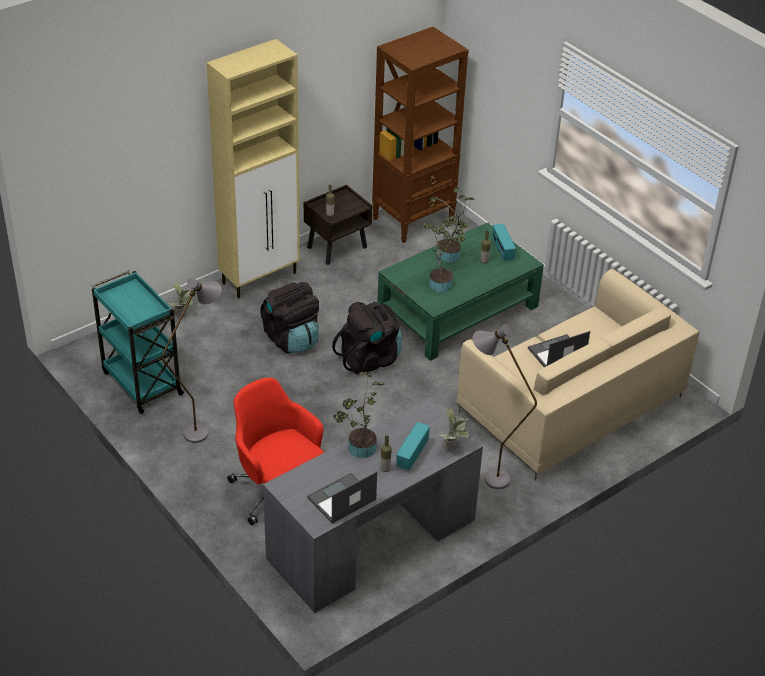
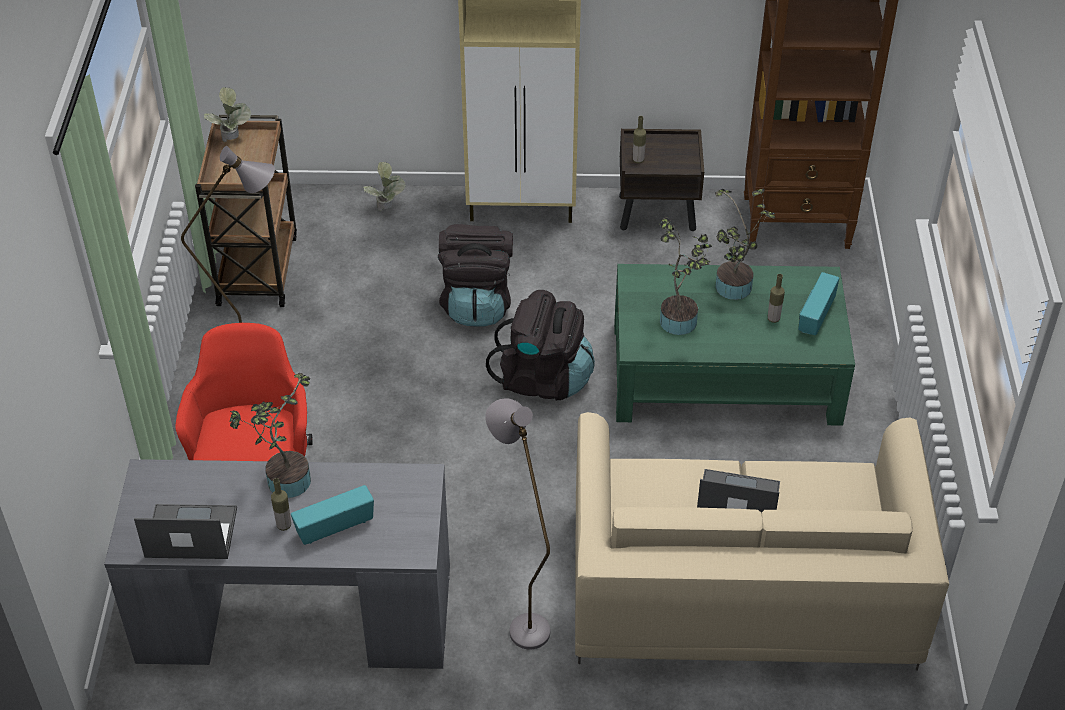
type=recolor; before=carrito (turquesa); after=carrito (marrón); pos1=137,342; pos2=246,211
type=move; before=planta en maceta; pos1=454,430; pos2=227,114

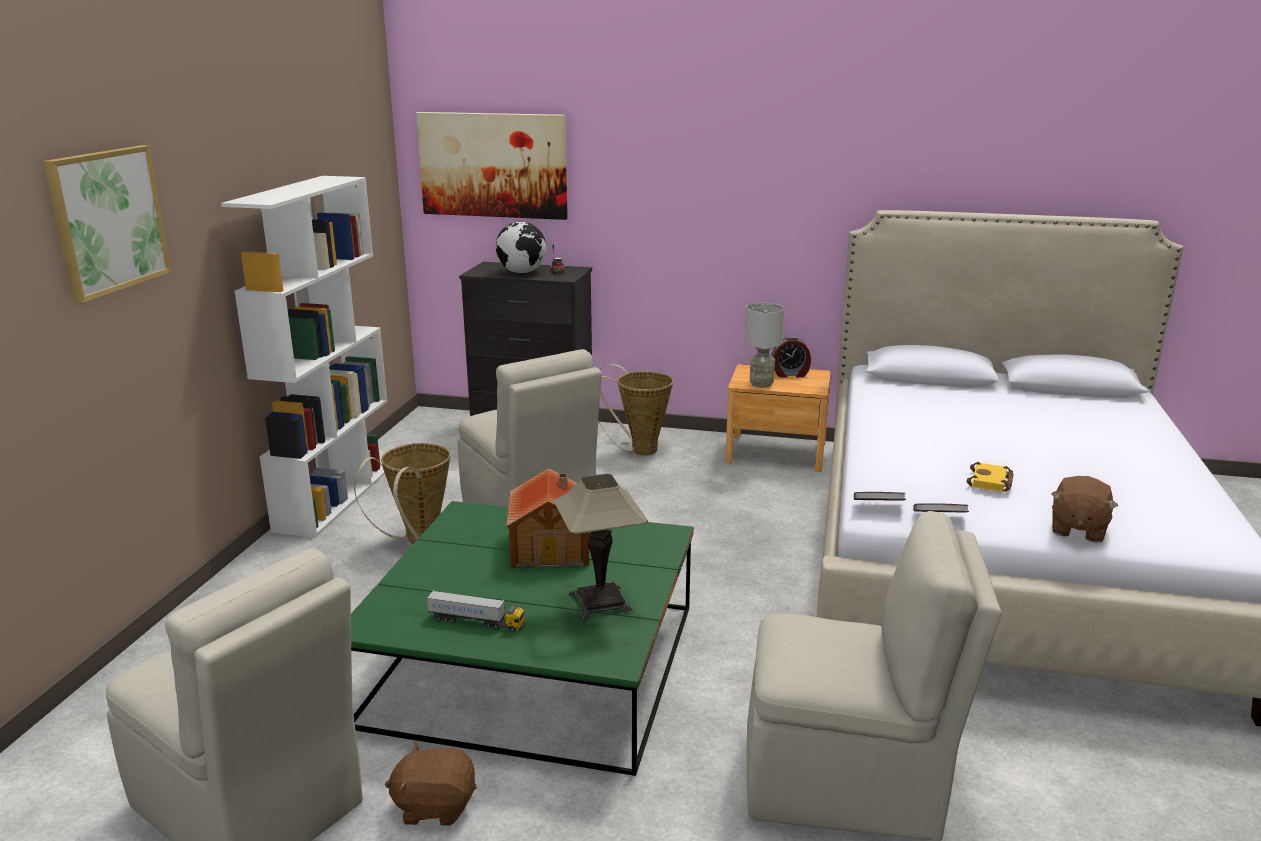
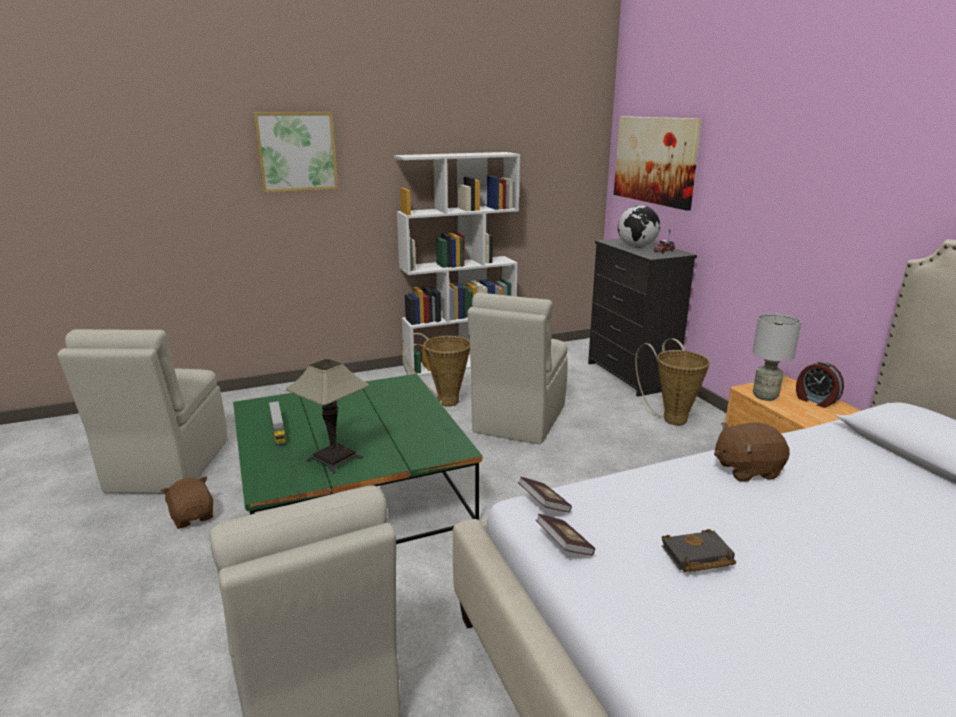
type=delete; before=casita; pos1=547,518
type=recolor; before=libro (amarillo); after=libro (negro); pos1=990,477; pos2=699,550
type=move; before=peluche (marrón); pos1=1084,509; pos2=752,452

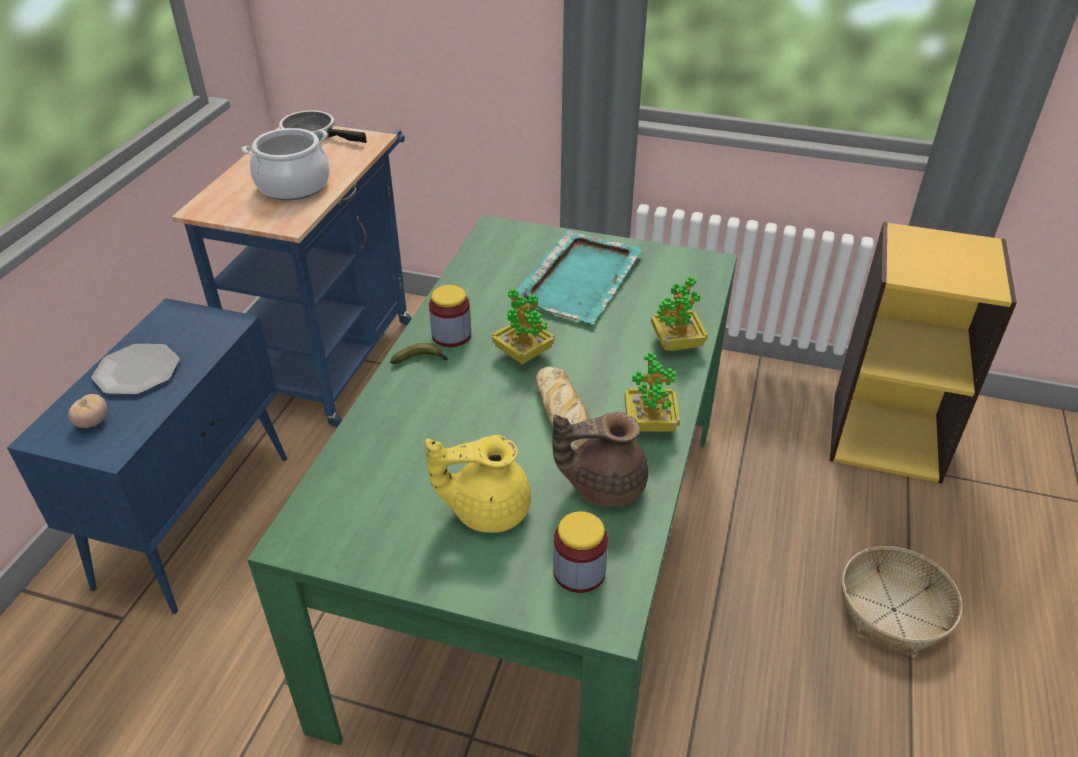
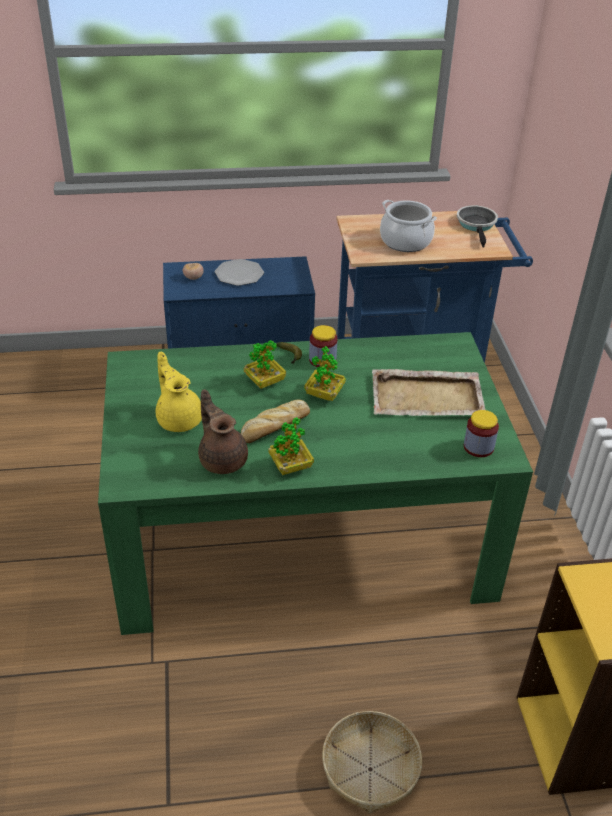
type=recolor; before=bandeja (turquesa); after=bandeja (beis); pos1=579,277; pos2=429,392
type=move; before=tarro; pos1=580,552; pos2=481,433
type=move; before=planta en maceta; pos1=679,314; pos2=265,364

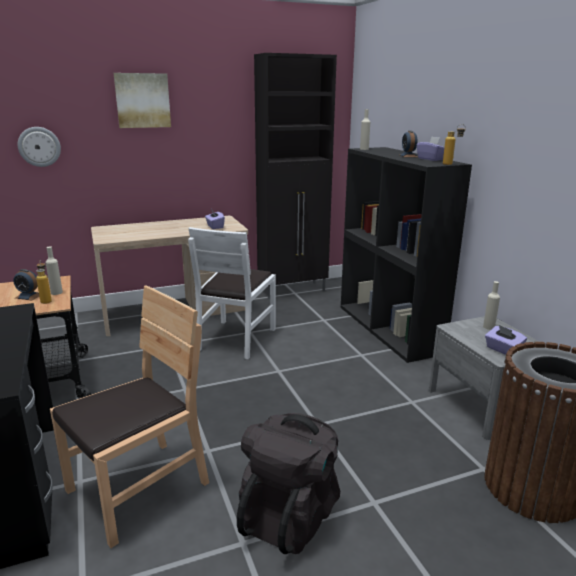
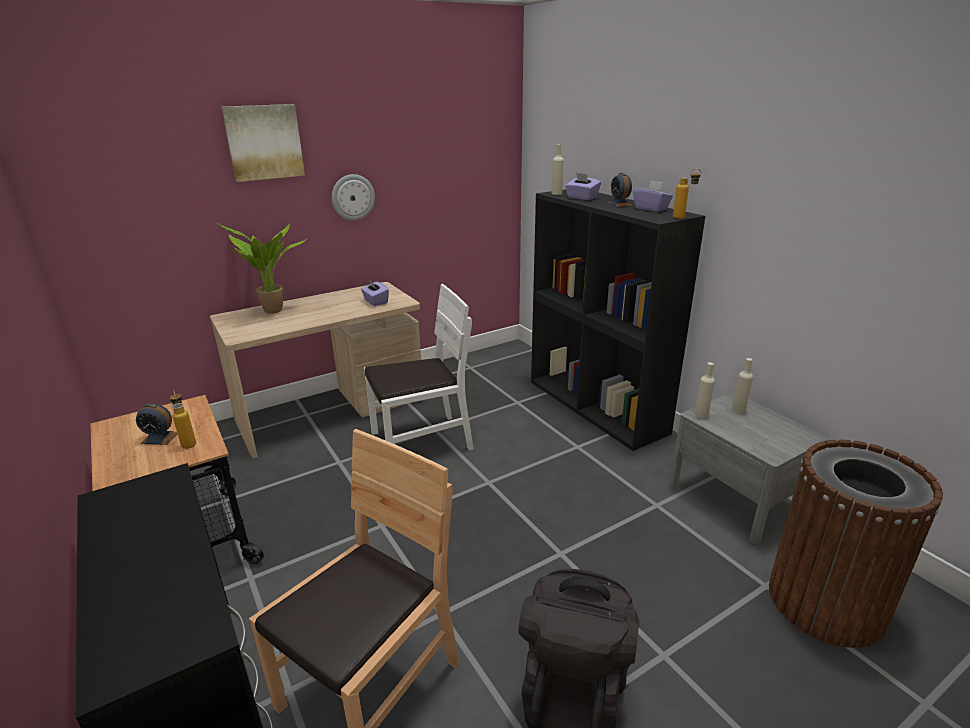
type=move; before=reloj de pared; pos1=39,147; pos2=353,197
type=move; before=botella (beis); pos1=54,271; pos2=705,390
type=rotate; before=silla (blanco); pos1=232,293; pos2=419,367; turn=-120
type=delete; before=armario (negro); pos1=295,176
type=move; before=caja de pañuelos (morado); pos1=506,340; pos2=583,186
type=insert; after=planta en maceta; pos2=262,268

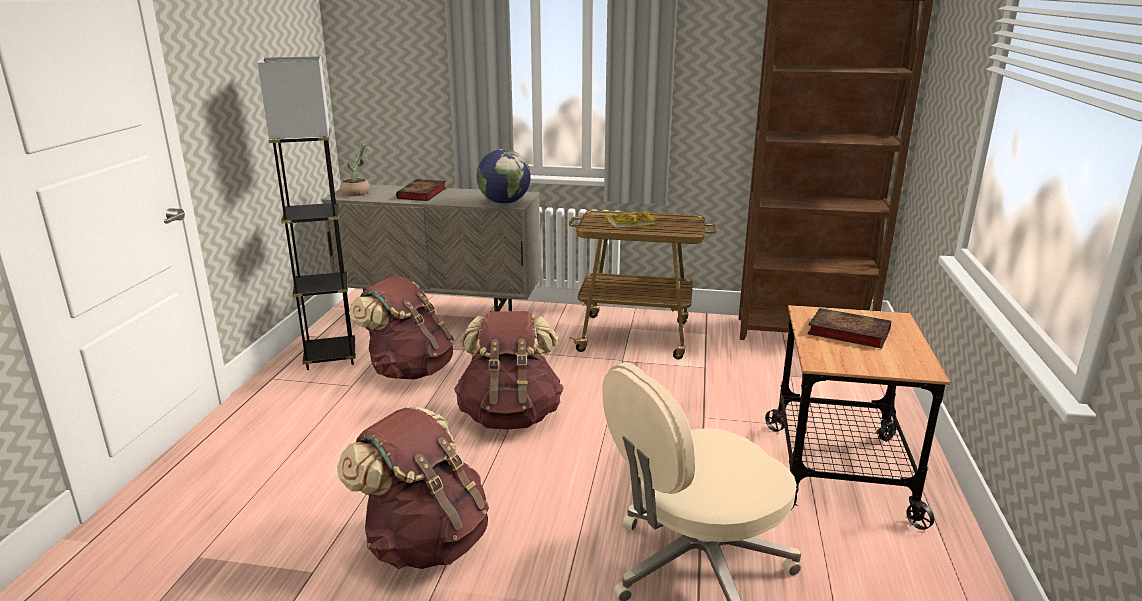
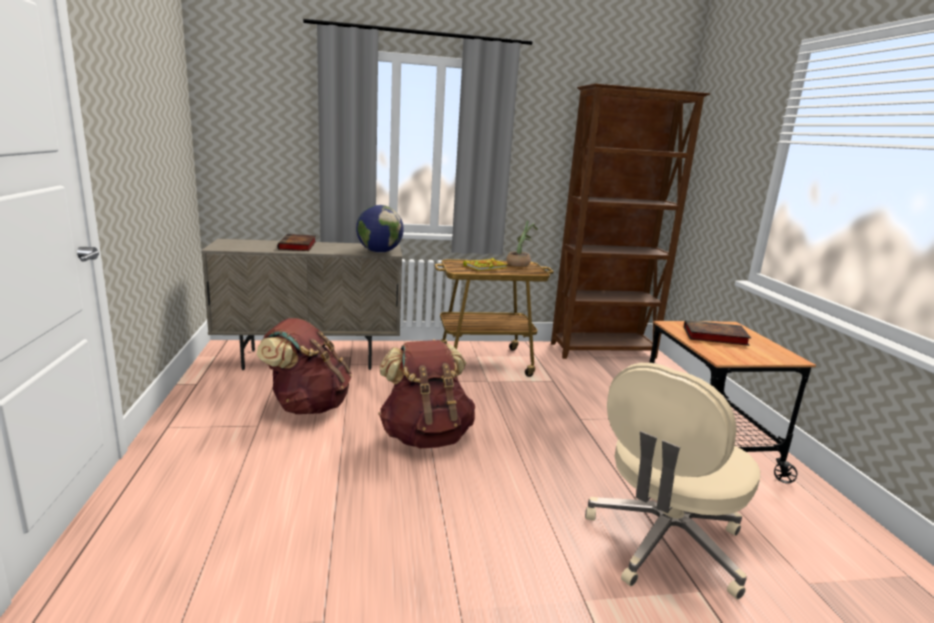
type=delete; before=lámpara de pie (gris); pos1=306,213
type=delete; before=mochila (marrón); pos1=413,488
type=move; before=planta en maceta; pos1=356,168; pos2=522,244

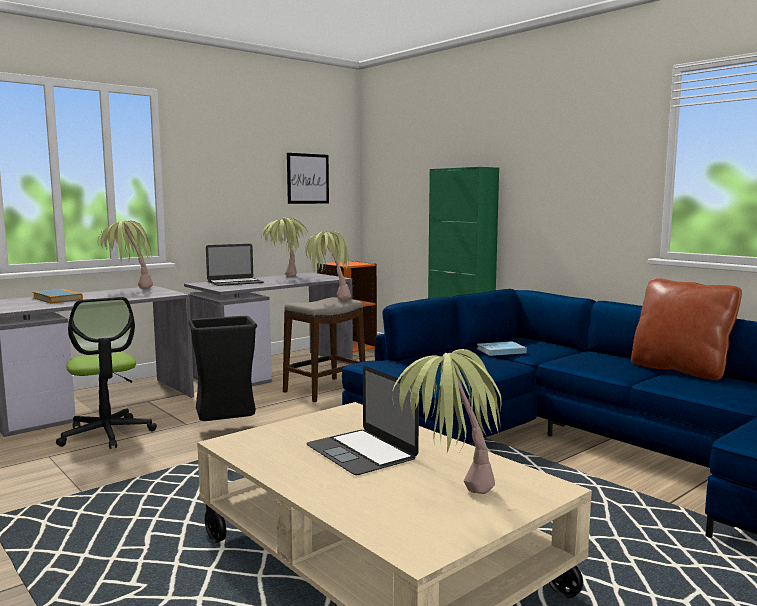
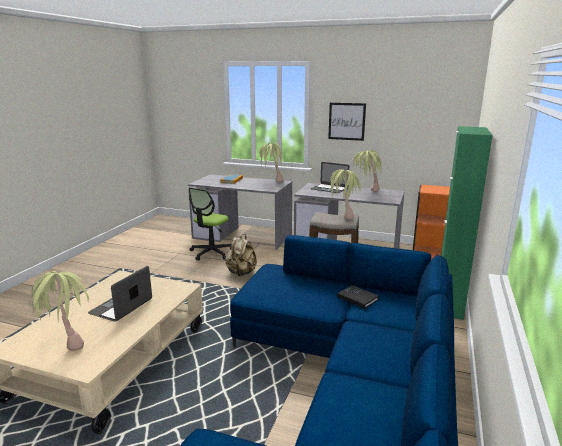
type=replace; before=papelera (negro); after=mochila (beis); pos1=222,368; pos2=241,255
type=move; before=cuadro; pos1=308,178; pos2=347,122
type=recolor; before=libro (azul); after=libro (negro); pos1=502,348; pos2=358,297
type=delete; before=cojín (marrón); pos1=686,329

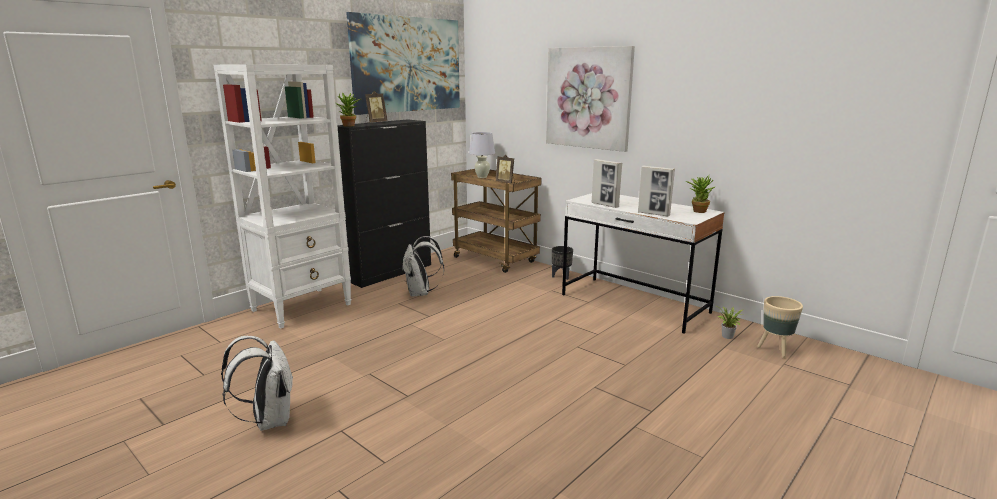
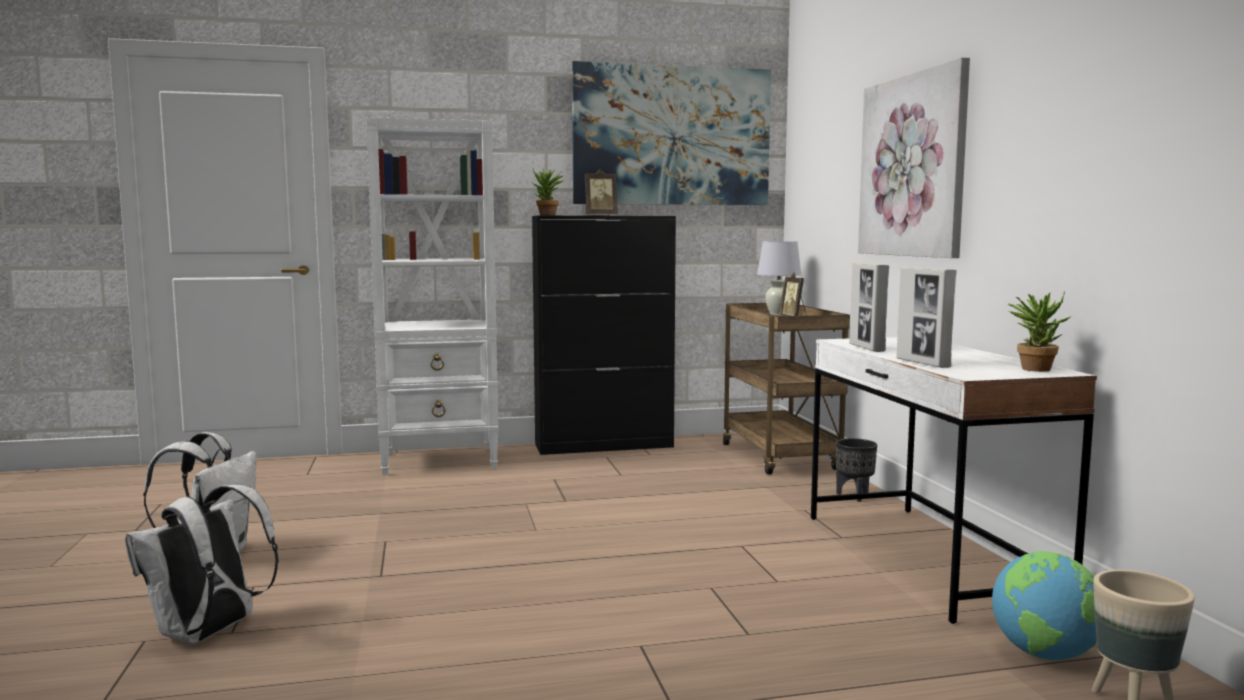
type=move; before=mochila (blanco); pos1=423,266; pos2=202,564
type=replace; before=planta en maceta; after=globo terráqueo; pos1=730,322; pos2=1044,605

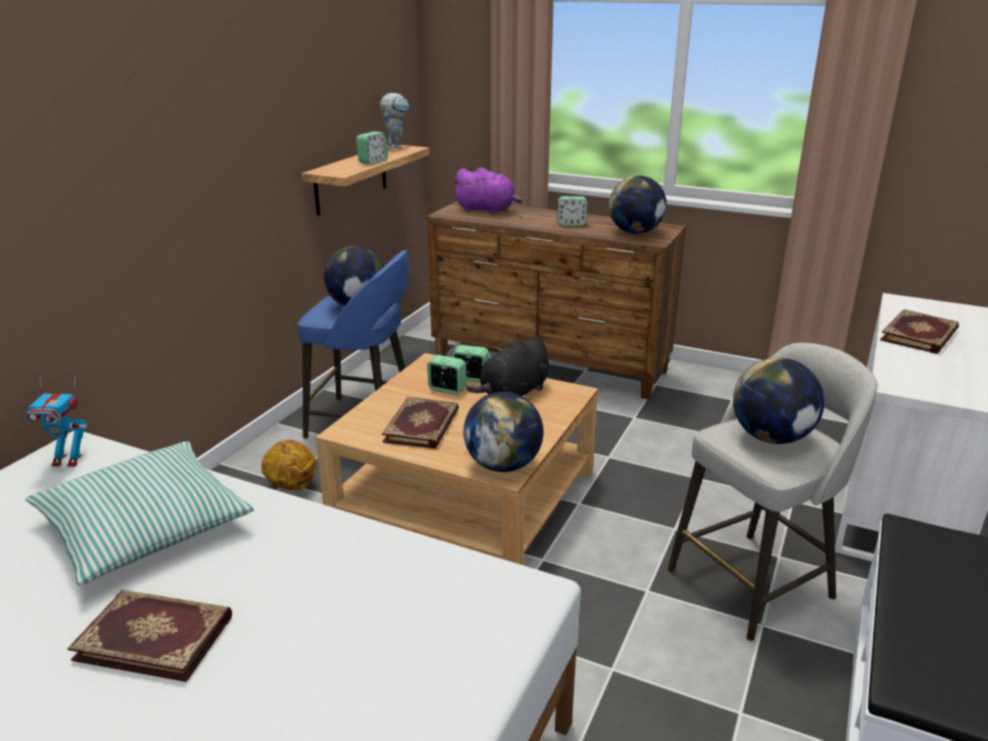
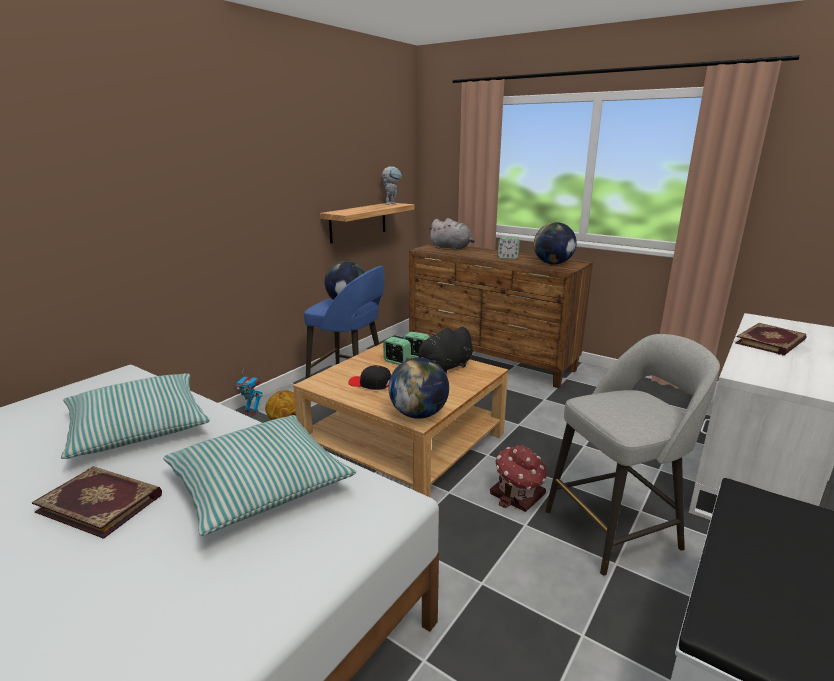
type=move; before=robot de juguete; pos1=56,422; pos2=249,392
type=delete; before=despertador; pos1=372,148
type=replace; before=libro; after=gorra (negro); pos1=420,423; pos2=369,377
type=recolor; before=peluche (morado); after=peluche (gris); pos1=487,190; pos2=451,234
type=delete; before=globo terráqueo; pos1=778,400
type=insert; after=cojín; pos2=259,475
type=insert; after=casita; pos2=518,478

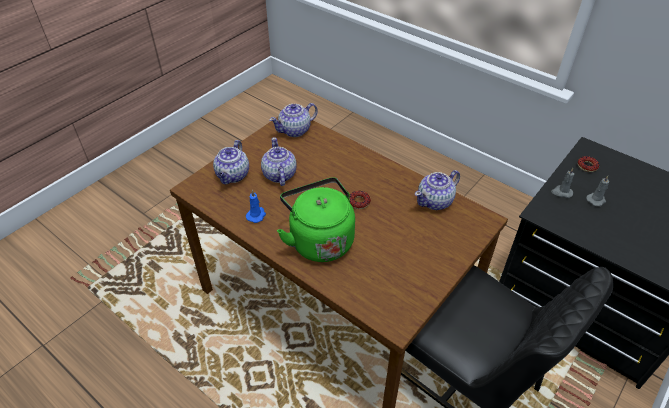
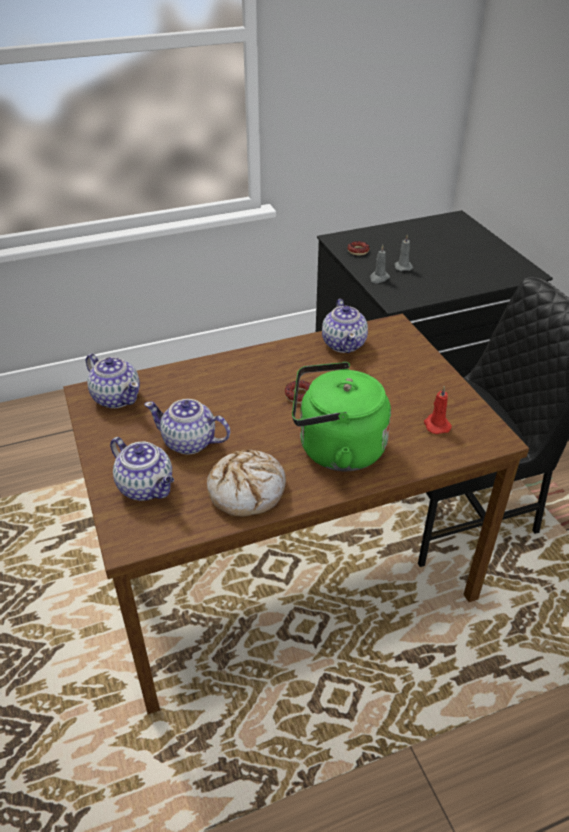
type=replace; before=vela (azul); after=pan; pos1=256,206; pos2=246,483
type=rotate; before=tetera; pos1=293,120; pos2=113,381; turn=-45
type=insert; after=vela (rojo); pos2=438,410

